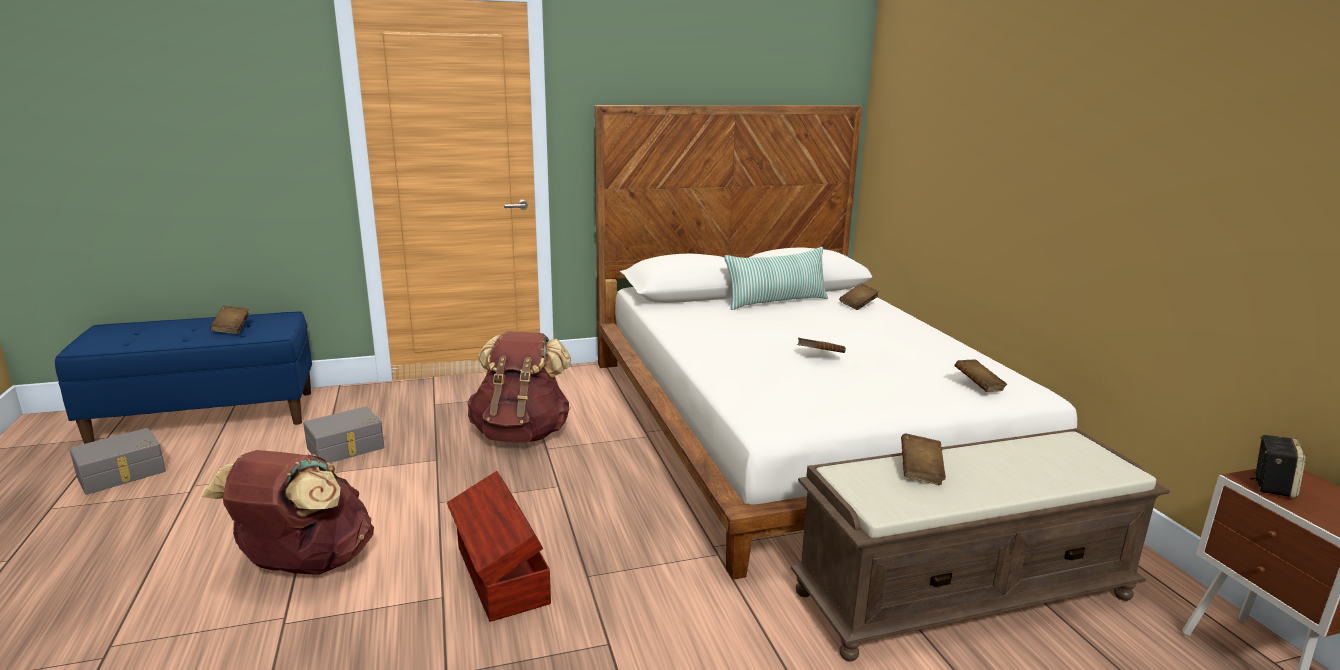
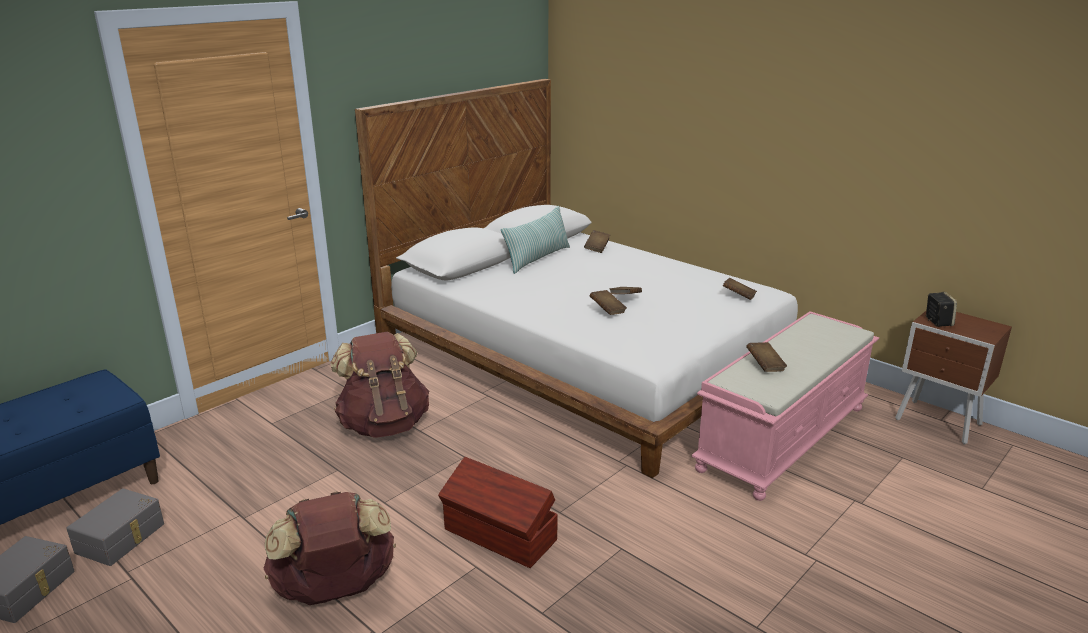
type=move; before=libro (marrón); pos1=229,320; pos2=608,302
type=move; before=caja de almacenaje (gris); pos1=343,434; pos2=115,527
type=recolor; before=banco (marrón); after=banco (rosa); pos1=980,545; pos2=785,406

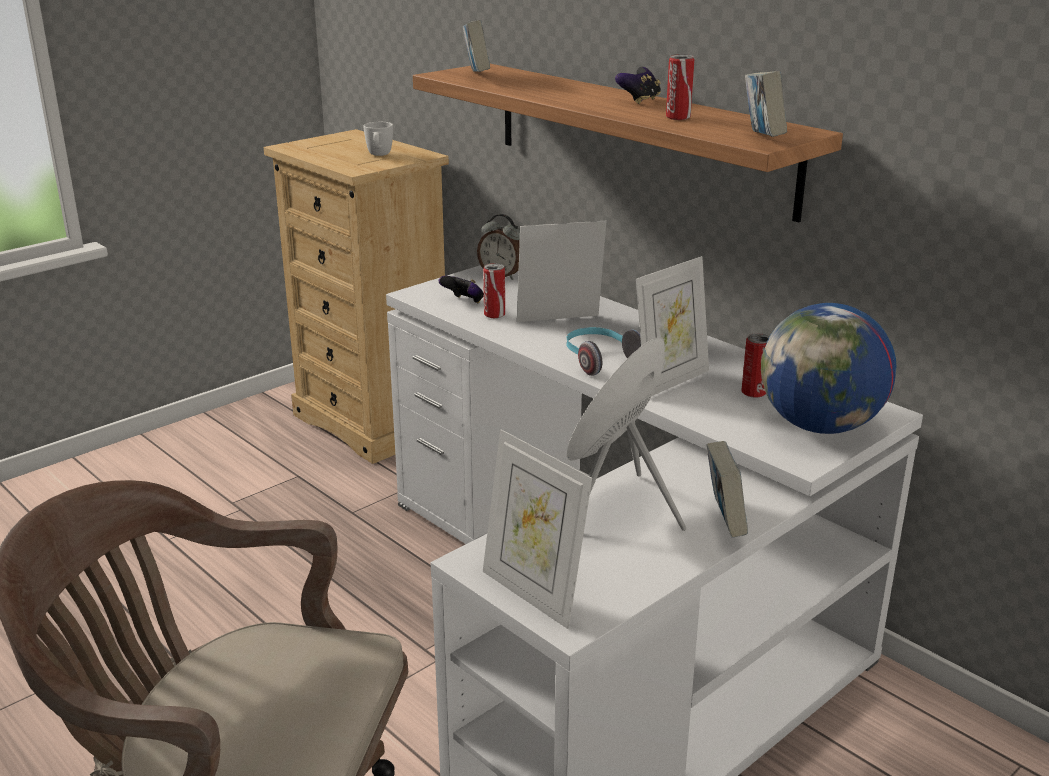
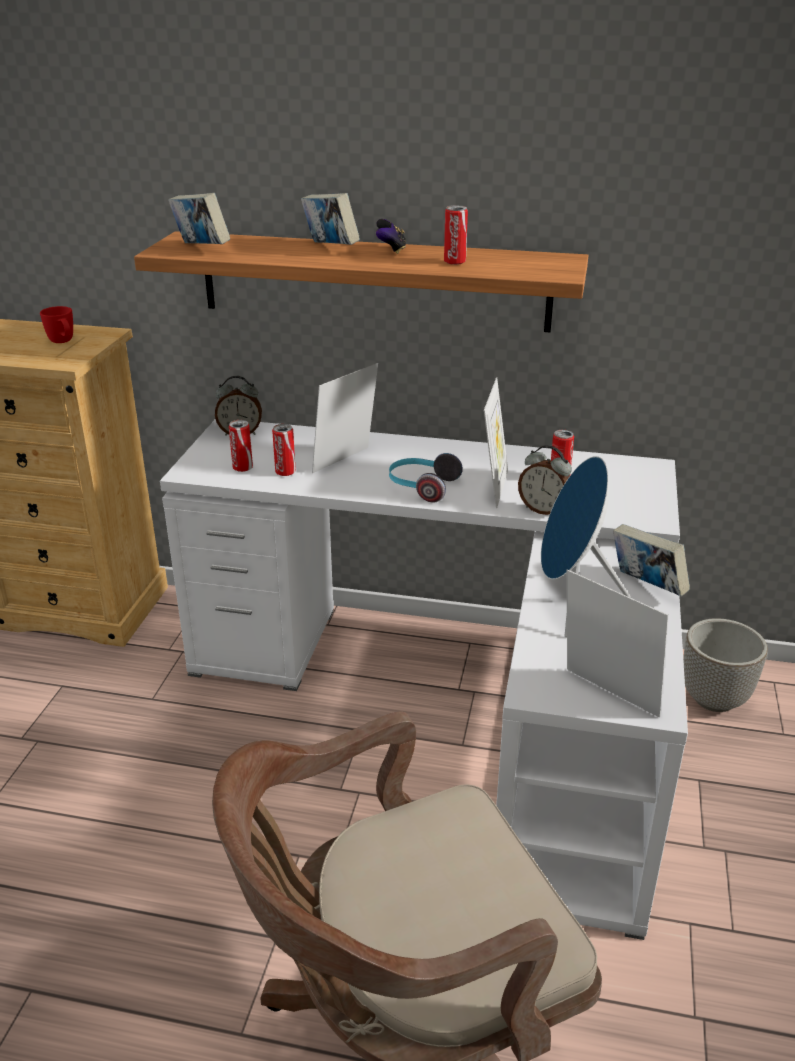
type=recolor; before=taza grande (blanco); after=taza grande (rojo); pos1=378,139; pos2=56,324
type=replace; before=mando de consola; after=lata; pos1=461,289; pos2=241,446
type=rotate; before=portarretratos; pos1=537,529; pos2=617,643; turn=-150
type=move; before=libro; pos1=766,104; pos2=330,219
type=delete; before=globo terráqueo; pos1=828,368
type=insert; after=despertador; pos2=545,480
type=insert; after=maceta; pos2=725,665

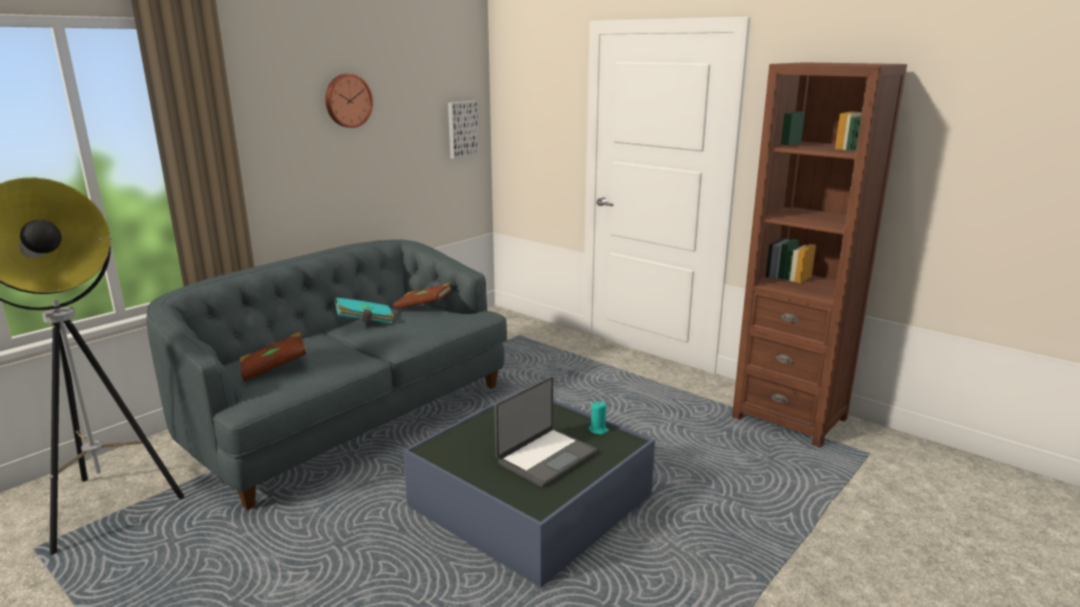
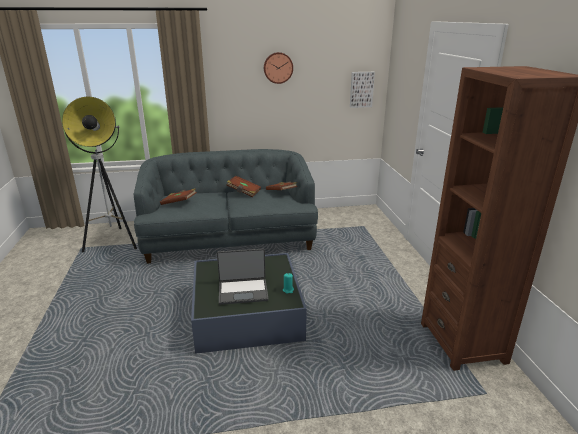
type=recolor; before=libro (turquesa); after=libro (marrón); pos1=365,311; pos2=243,186

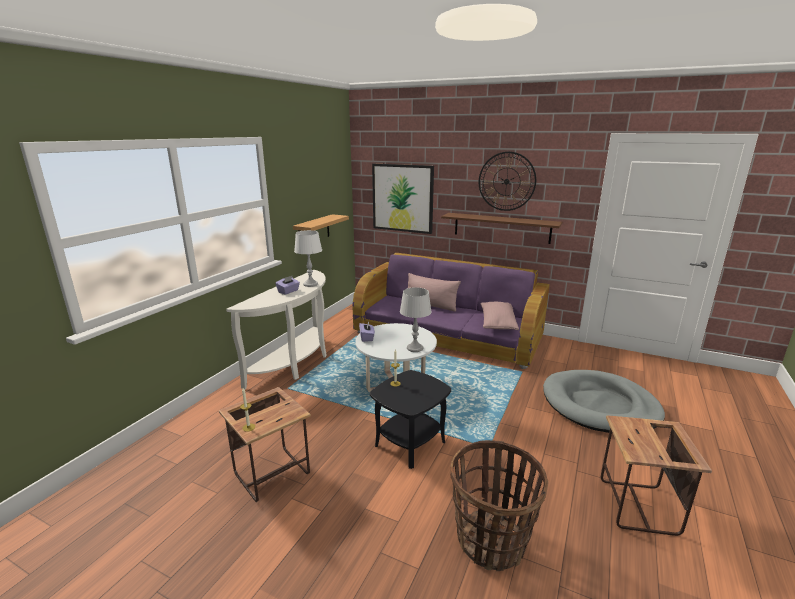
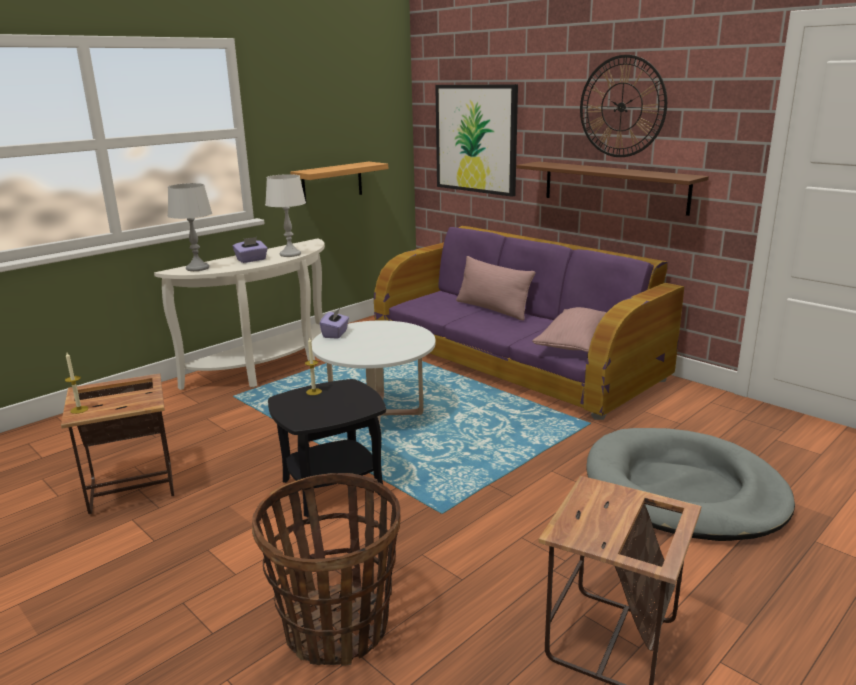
type=move; before=lámpara de mesa (gris); pos1=416,319; pos2=190,227

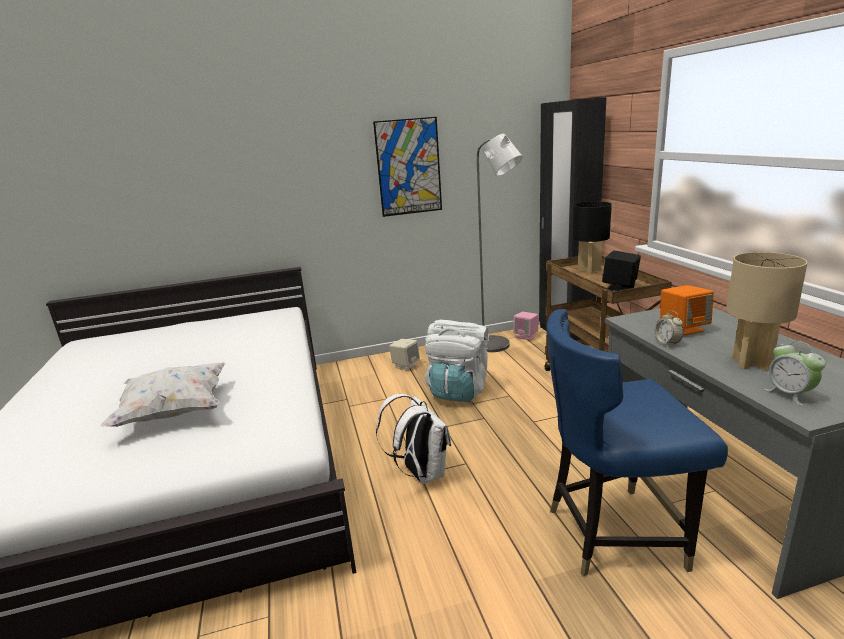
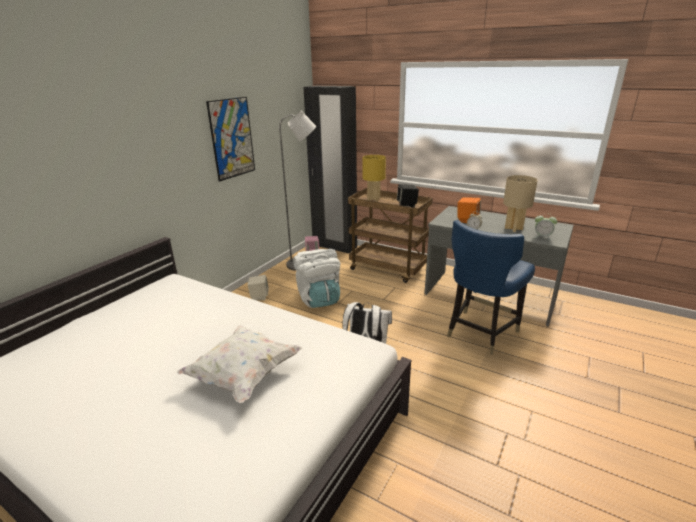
type=recolor; before=lámpara de mesa (negro); after=lámpara de mesa (amarillo); pos1=592,237; pos2=374,178

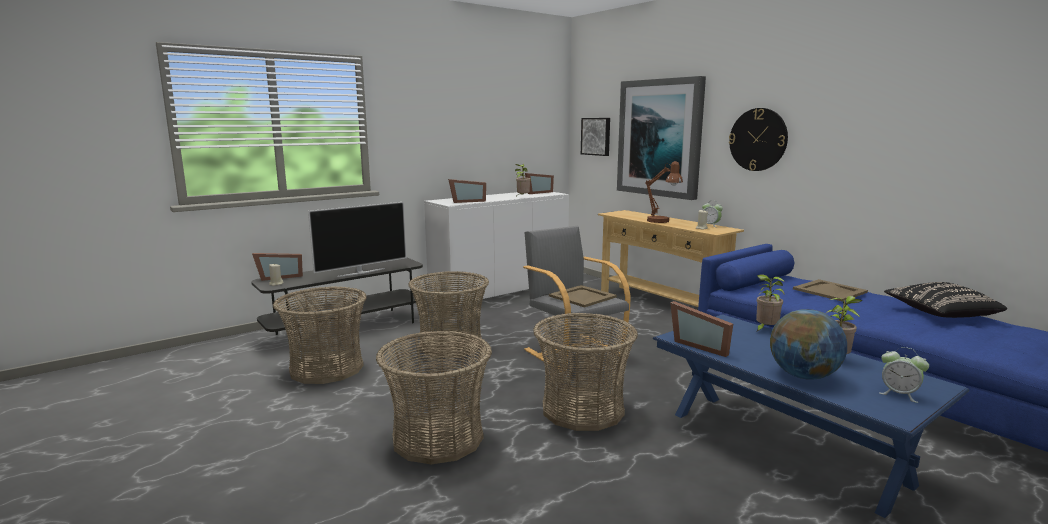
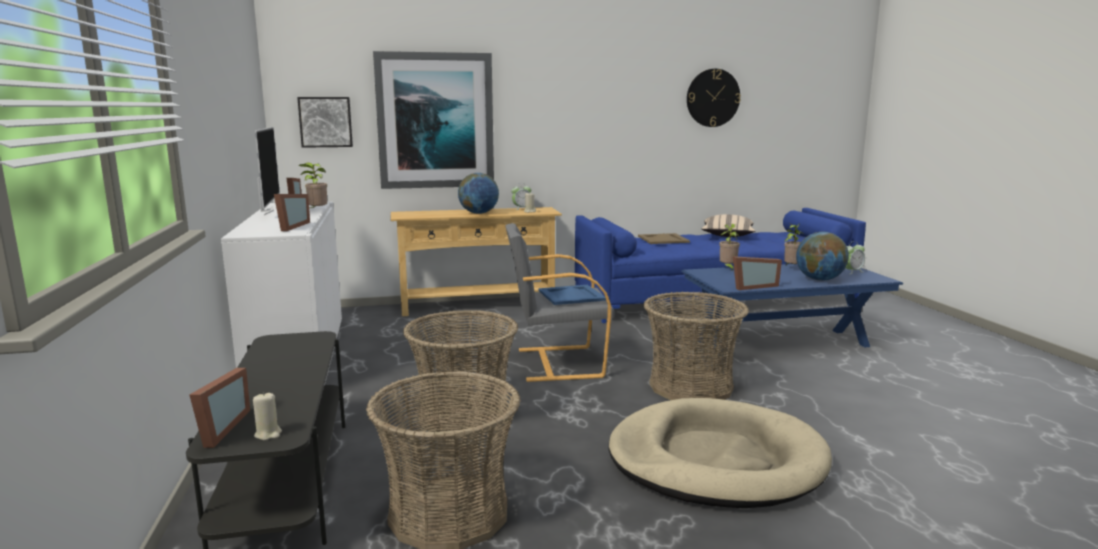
type=move; before=televisor; pos1=357,239; pos2=267,171
type=replace; before=cesta; after=cama para perro (beis); pos1=434,397; pos2=720,453
type=recolor; before=bandeja (beis); after=bandeja (azul); pos1=583,296; pos2=572,295
type=replace; before=lámpara de mesa (marrón); after=globo terráqueo; pos1=664,192; pos2=478,193
type=move; before=reloj de pared; pos1=758,139; pos2=714,98
type=recolor; before=cojín (negro); after=cojín (beis); pos1=945,300; pos2=728,225

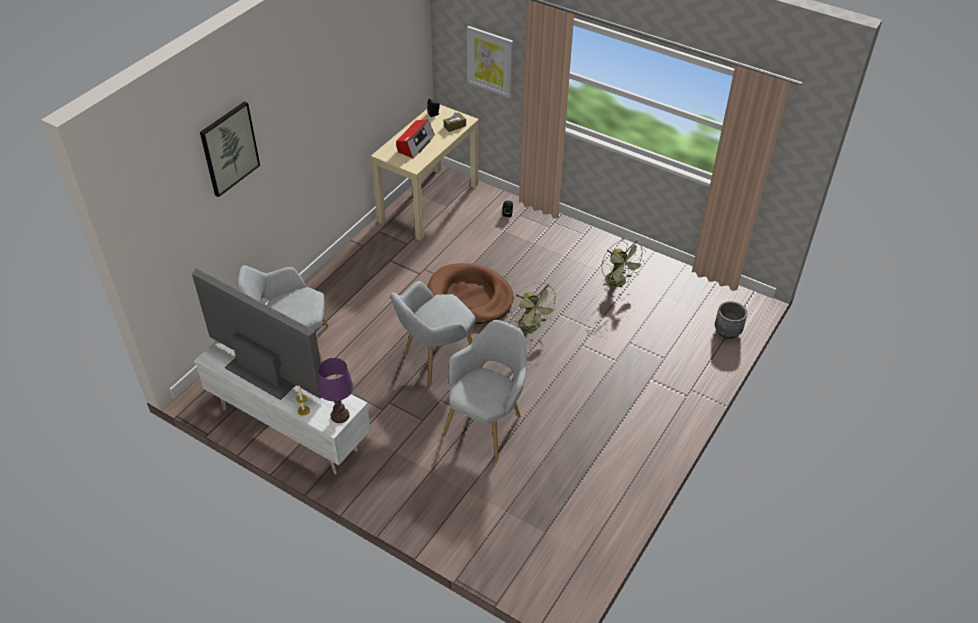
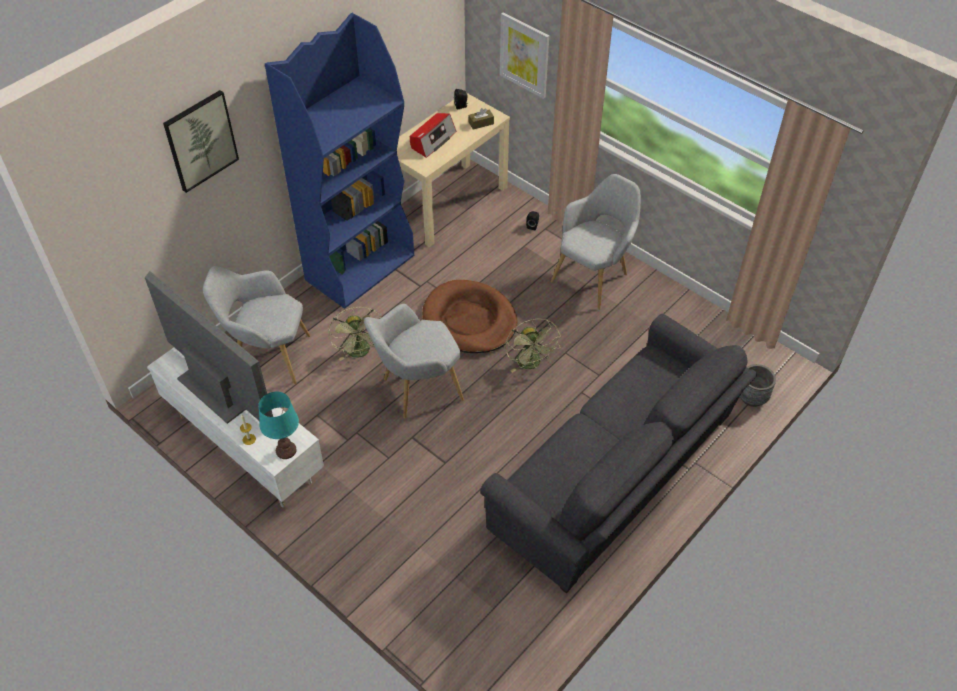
type=recolor; before=lámpara de mesa (morado); after=lámpara de mesa (turquesa); pos1=336,390; pos2=278,425
type=move; before=sillón (gris); pos1=485,390; pos2=596,242
type=move; before=ventilador (verde); pos1=623,264; pos2=354,334
type=insert; after=estantería (azul); pos2=339,161
type=insert; after=sofá (gris); pos2=618,453

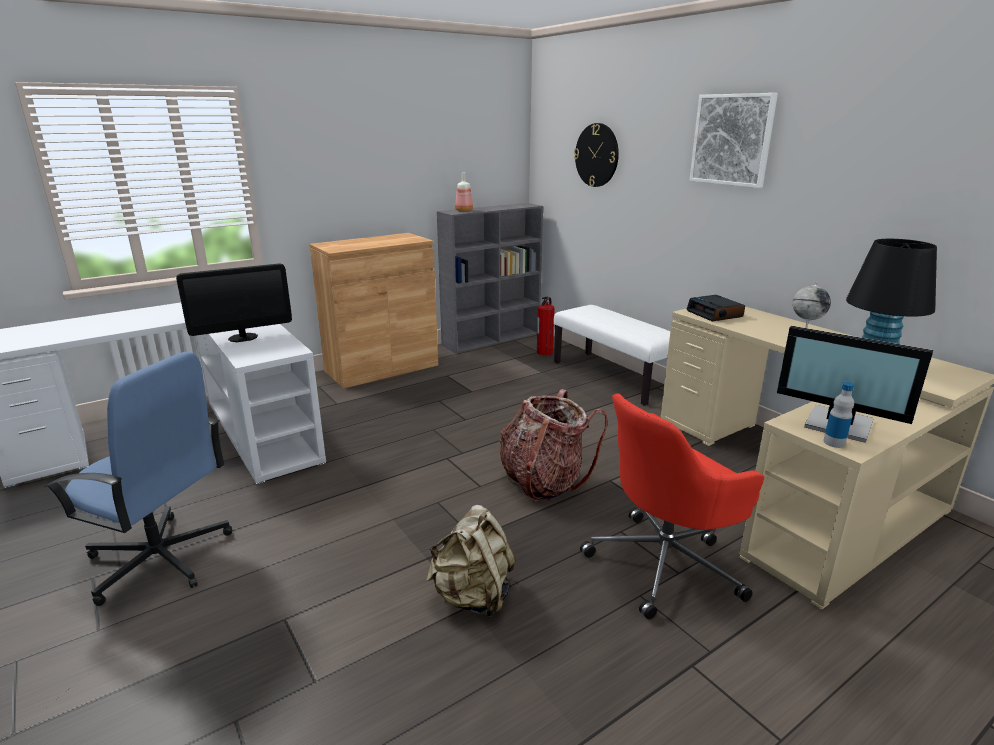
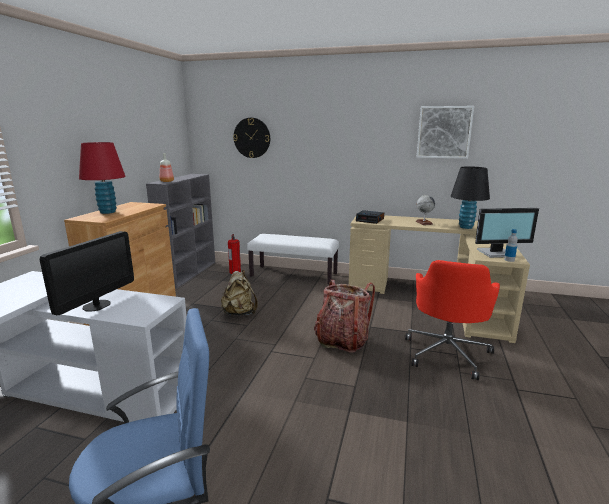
type=move; before=mochila (beis); pos1=471,561; pos2=239,293
type=move; before=cuadro; pos1=733,140; pos2=445,132
type=insert; after=lámpara de mesa (rojo); pos2=102,178

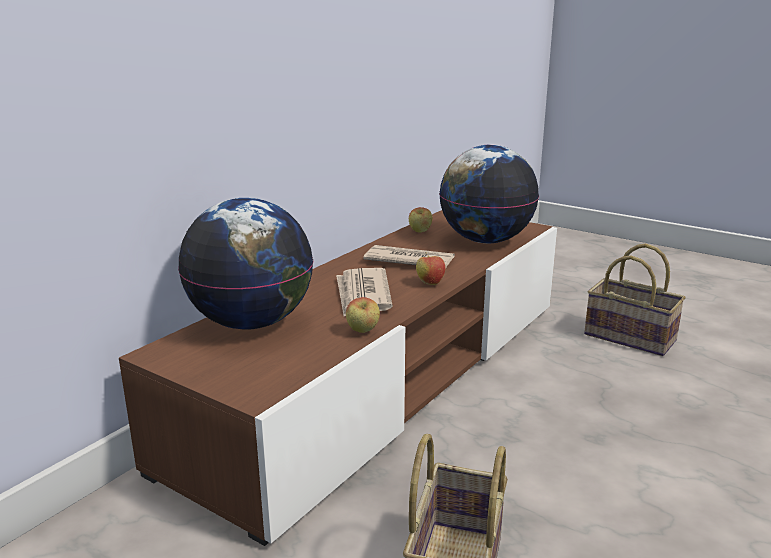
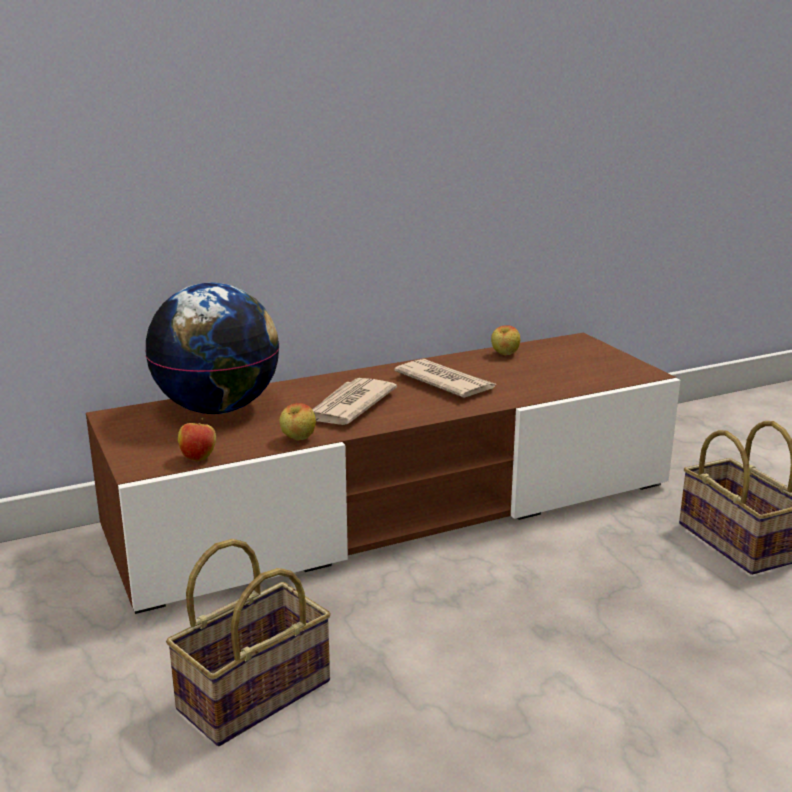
type=move; before=manzana; pos1=431,268; pos2=197,439
type=delete; before=globo terráqueo; pos1=489,193

